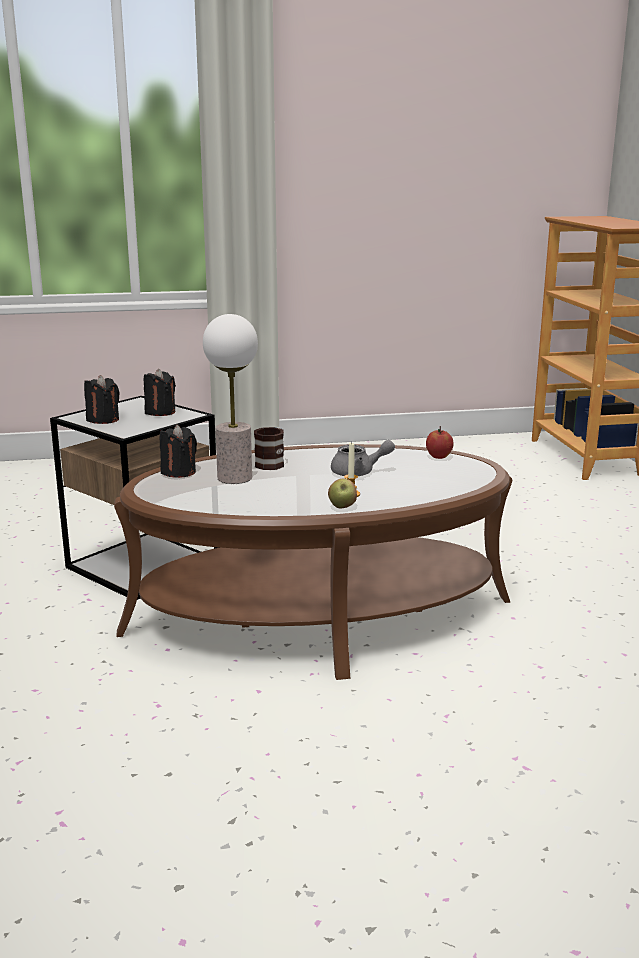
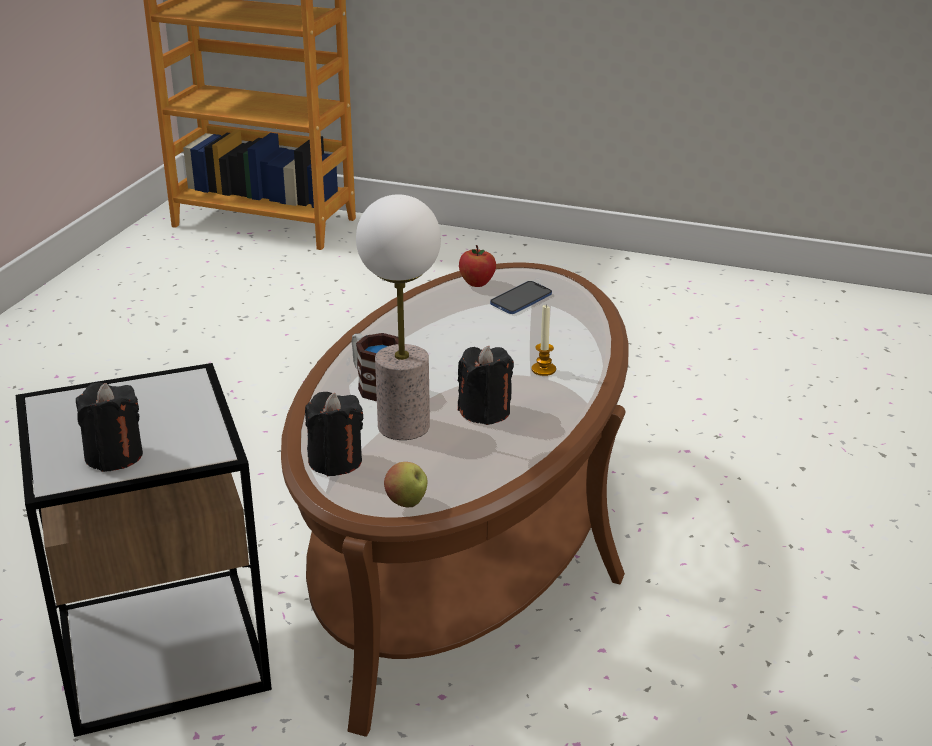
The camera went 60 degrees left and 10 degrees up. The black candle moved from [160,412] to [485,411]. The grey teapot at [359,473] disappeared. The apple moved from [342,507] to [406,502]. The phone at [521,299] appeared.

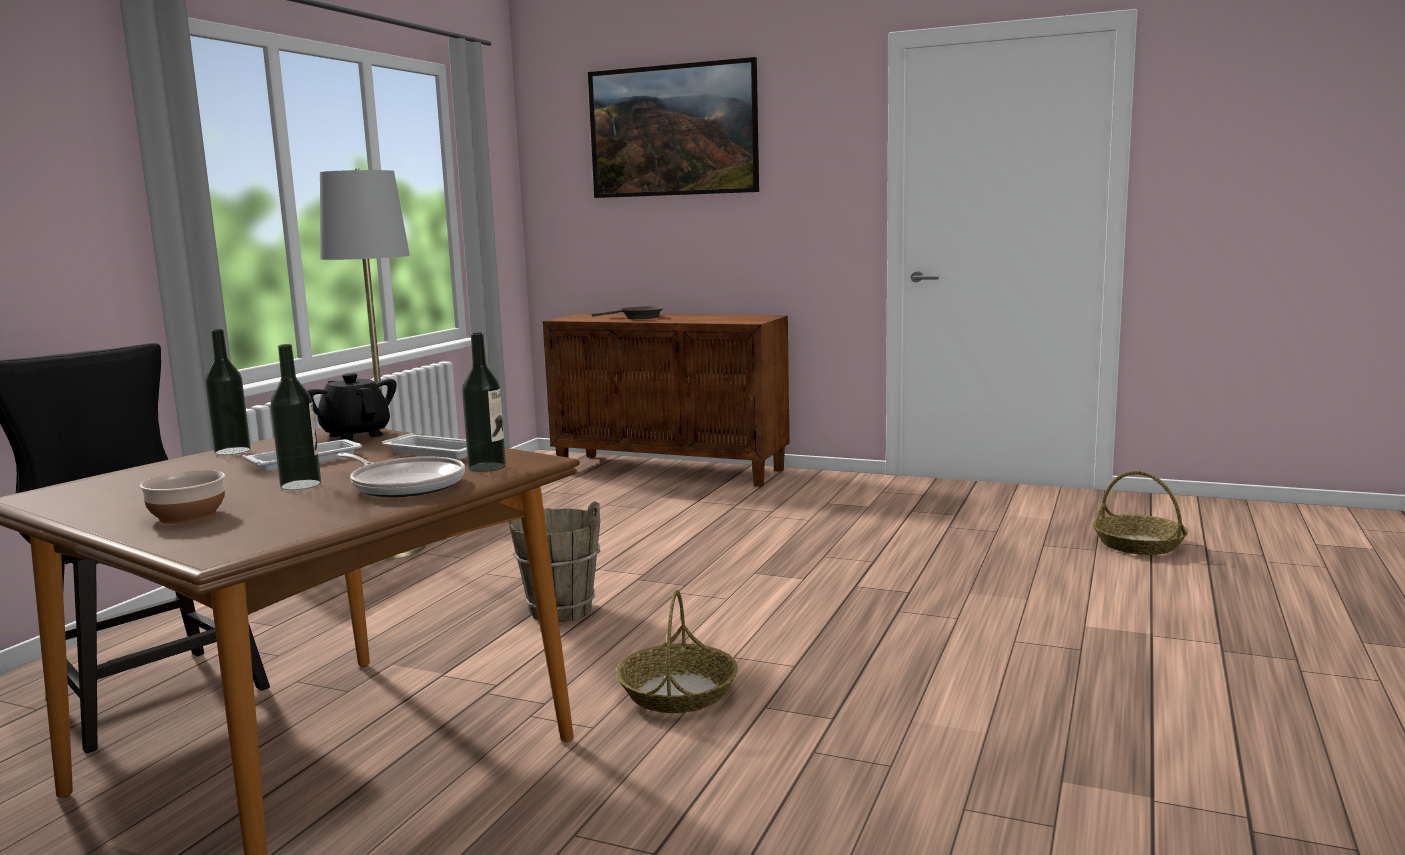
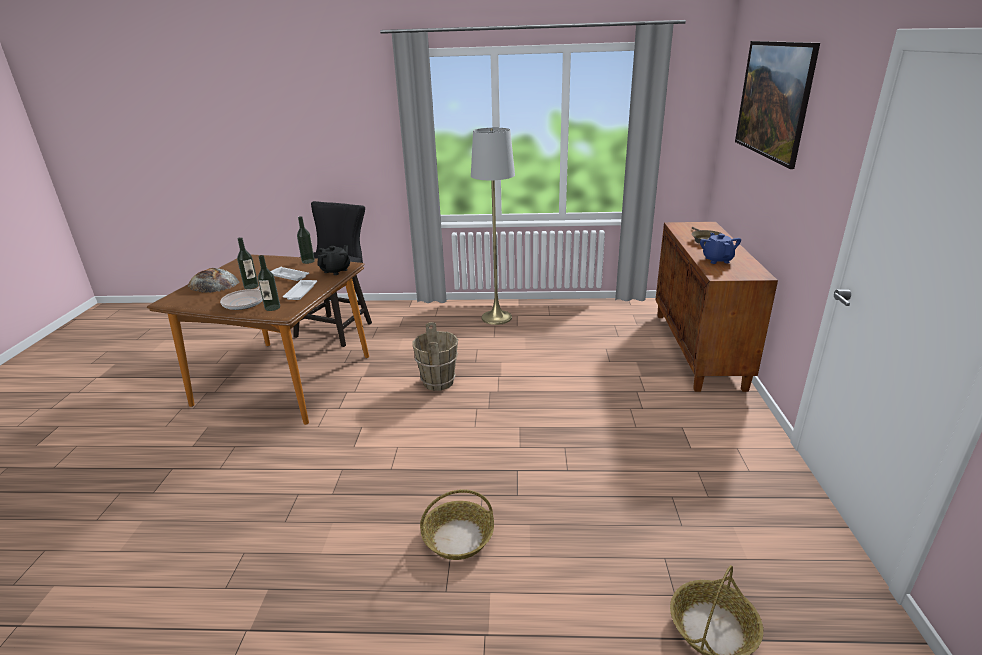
The camera went 70 degrees right and 15 degrees up. The bowl at [189,516] was replaced by the bread at [213,284]. The basket moved from [677,692] to [458,537]. The blue teapot at [717,260] appeared.

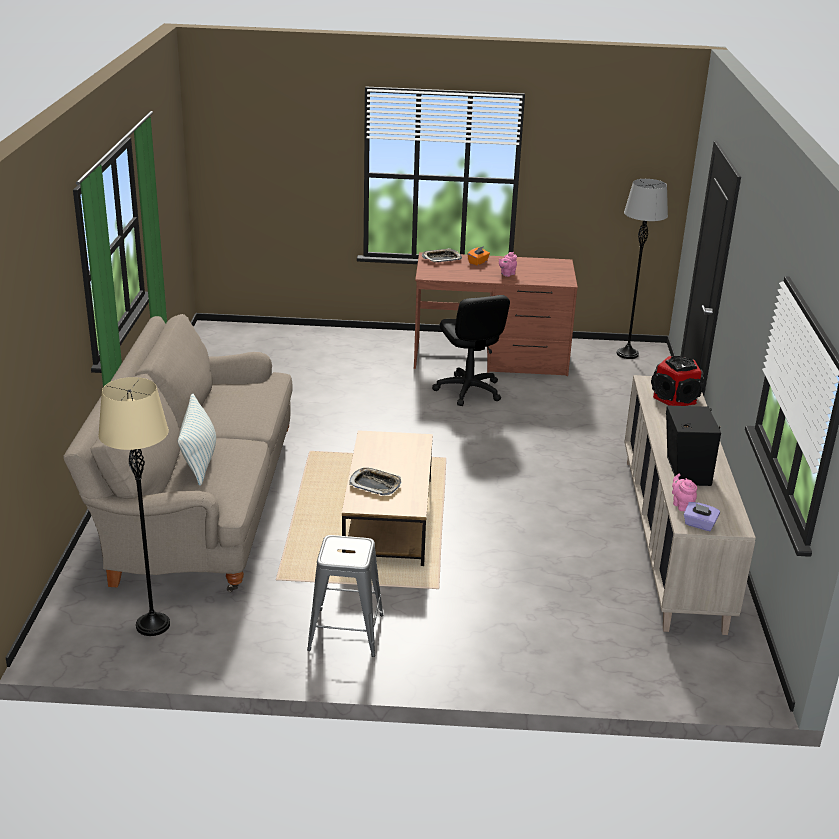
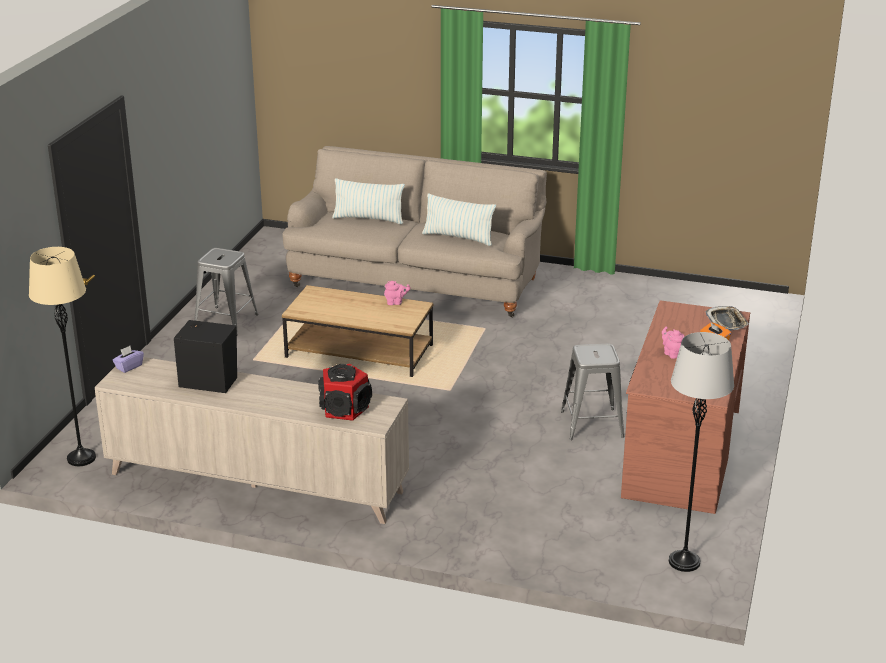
The camera went 105 degrees right and 0 degrees up. The black office chair at [468,390] was replaced by the grey stool at [592,424]. The beige floor lamp moved from [153,625] to [81,458]. The tray at [375,485] disappeared. The pink teapot moved from [682,505] to [396,302]. The pillow at [458,237] appeared.

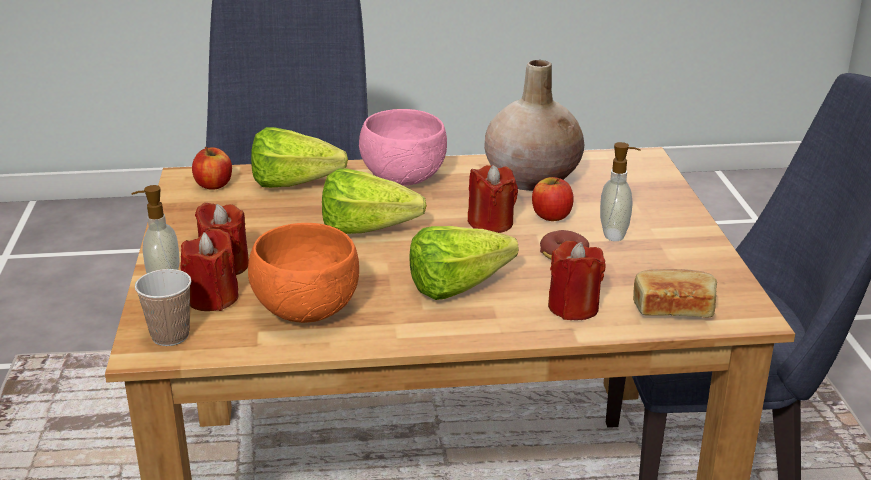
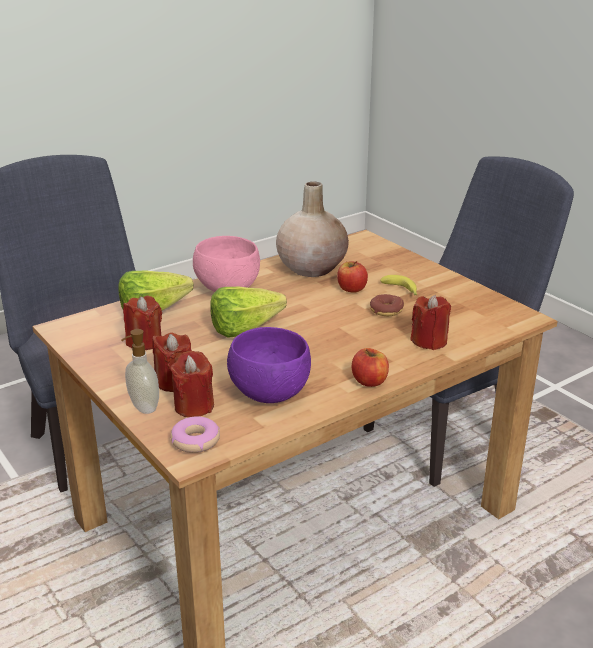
The camera went 30 degrees left and 0 degrees up. The soap dispenser at [615,234] was replaced by the banana at [401,290]. The apple moved from [213,185] to [369,381]. The red candle moved from [491,223] to [144,342]. The orange bowl at [306,312] became the purple bowl at [270,394]. The lettuce at [466,286] disappeared. The cup at [170,336] was replaced by the donut at [195,441]. The bread at [673,308] disappeared.

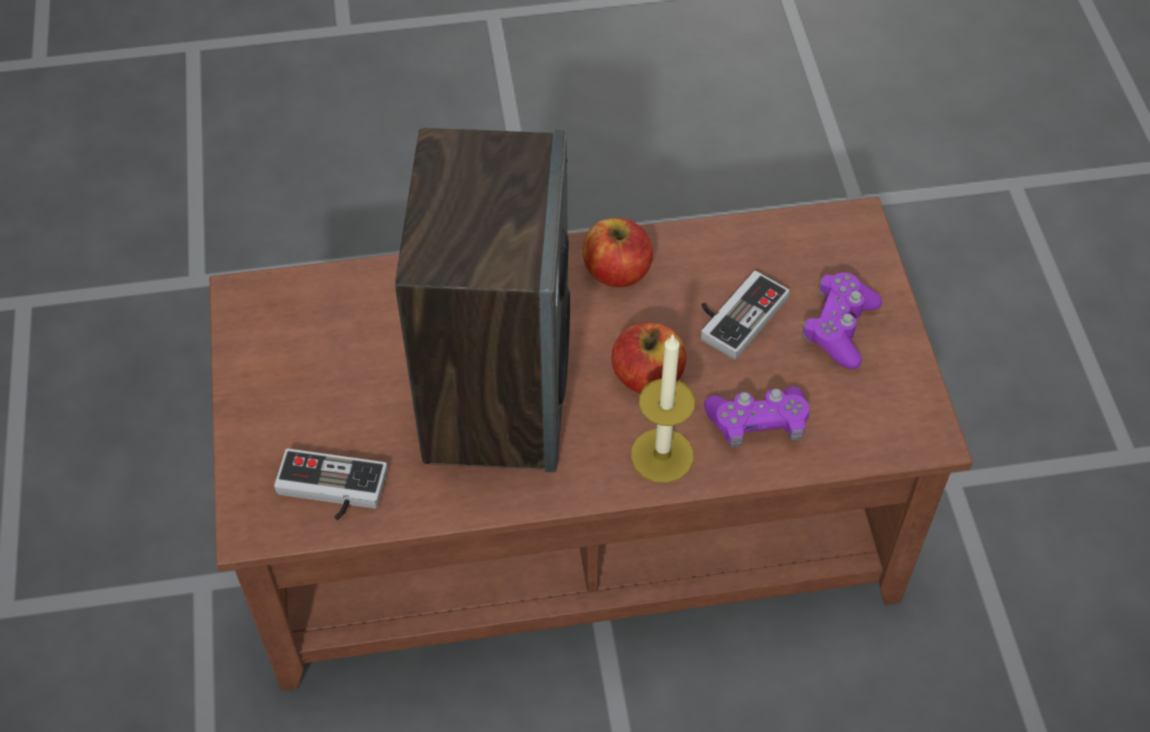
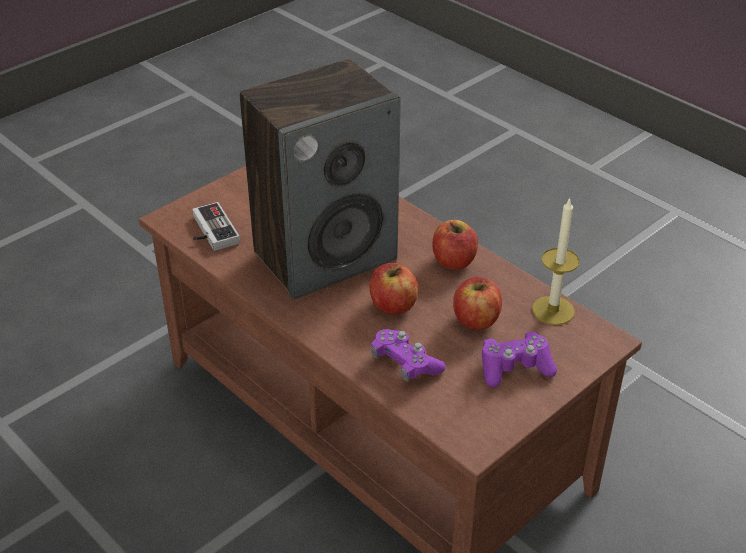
The camera went 55 degrees right and 15 degrees down. The game controller at [735,314] was replaced by the apple at [476,320]. The candle moved from [662,455] to [553,310].

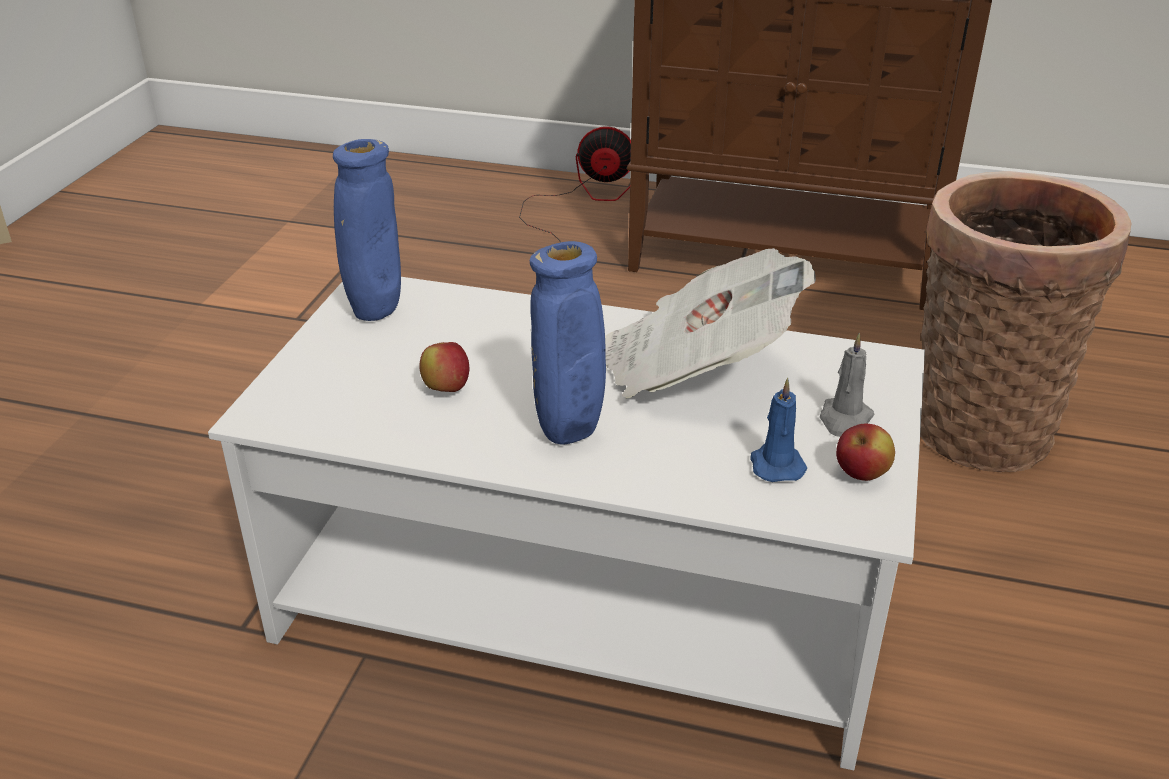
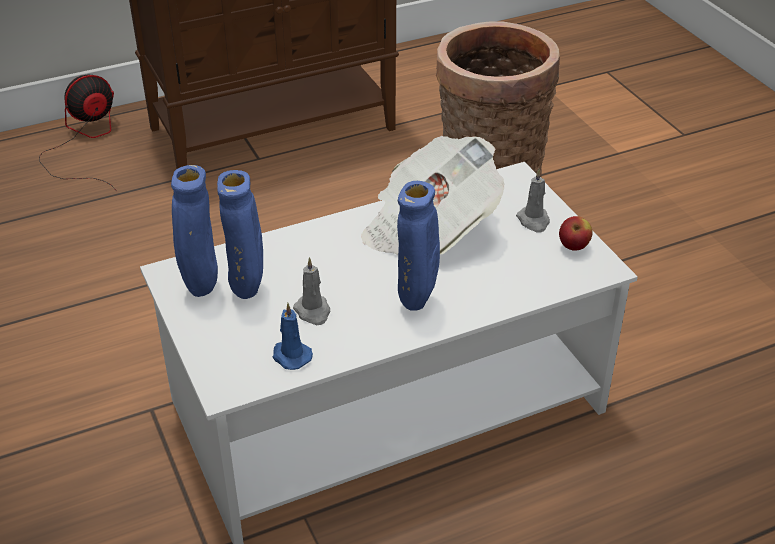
The camera went 40 degrees left and 5 degrees up. The apple at [446,388] was replaced by the grey candle at [313,312]. The blue candle moved from [776,464] to [290,356]. The blue vase at [248,290] appeared.

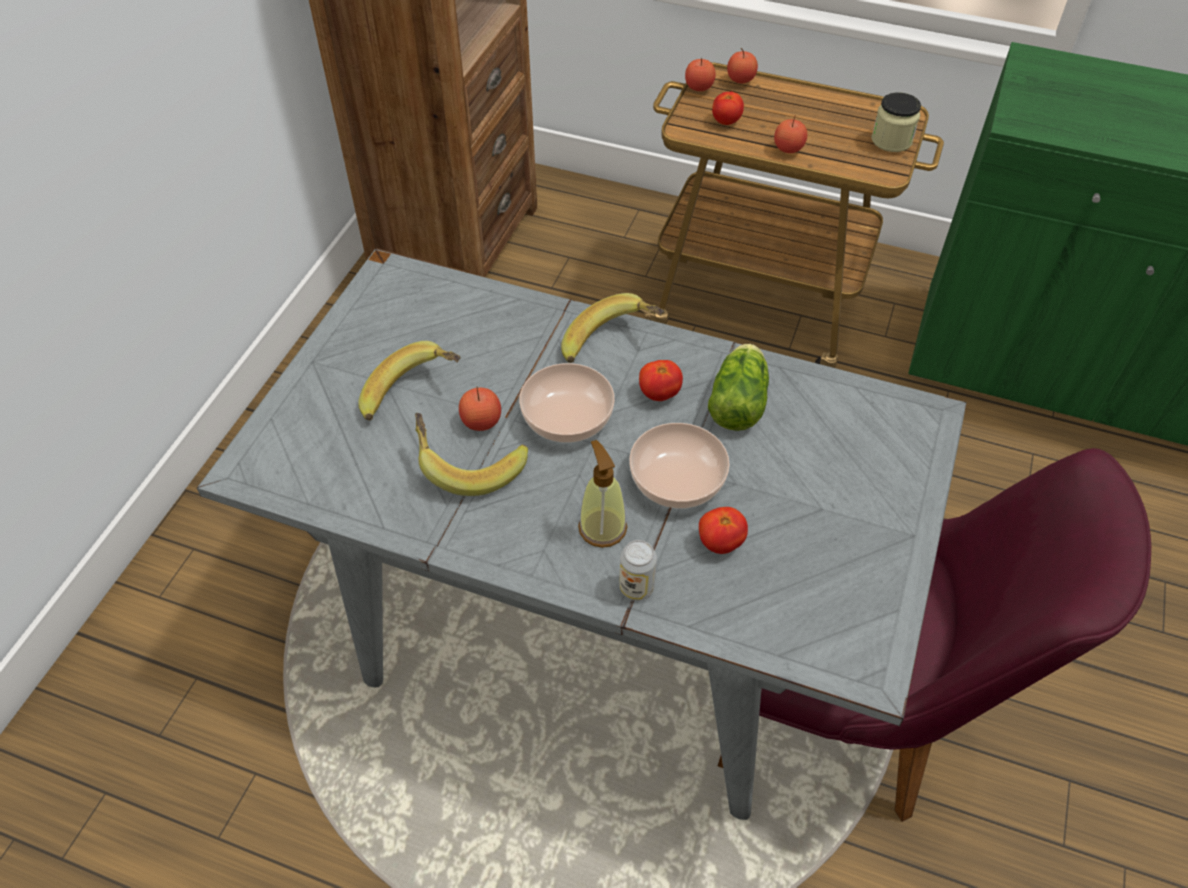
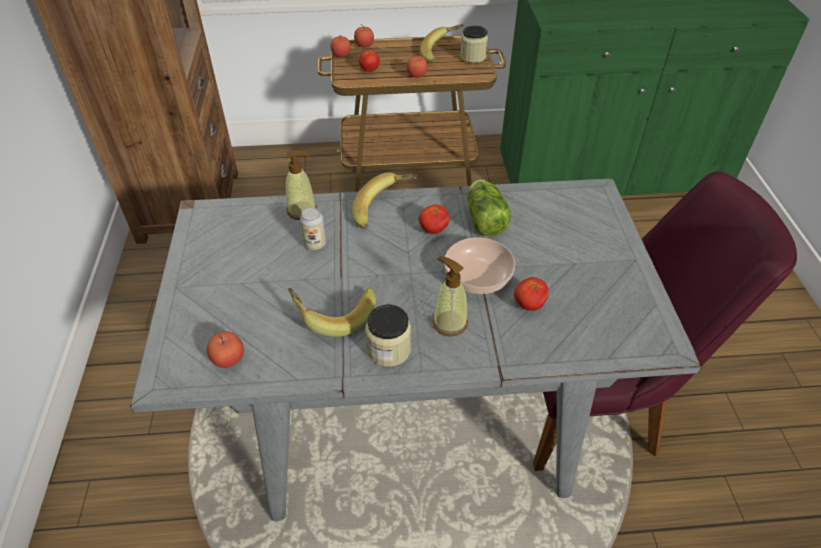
The camera went 25 degrees left and 5 degrees down. The banana moved from [414,397] to [442,54]. The bowl at [566,417] disappeared. The apple moved from [481,421] to [228,359]. The can moved from [636,587] to [315,244]. The soap dispenser at [302,210] appeared. The jar at [389,349] appeared.

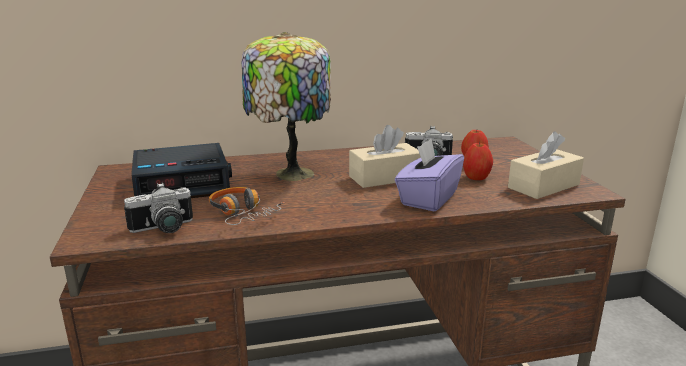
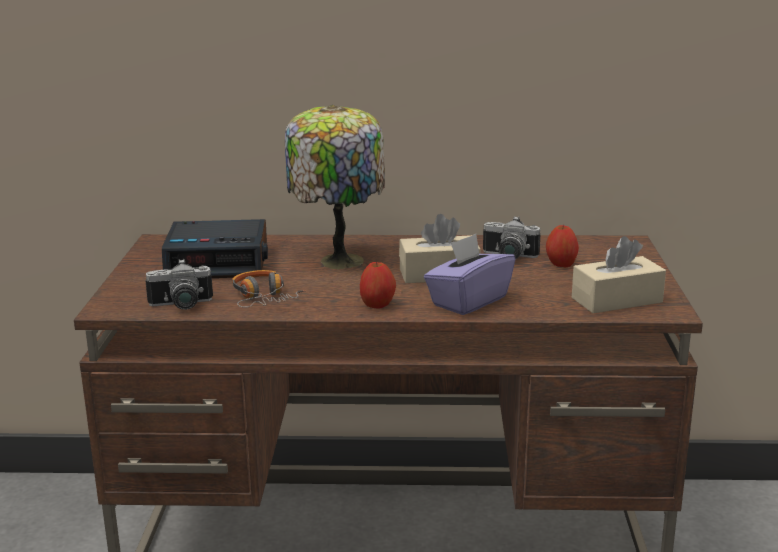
The camera went 15 degrees right and 0 degrees up. The apple moved from [476,177] to [377,305].

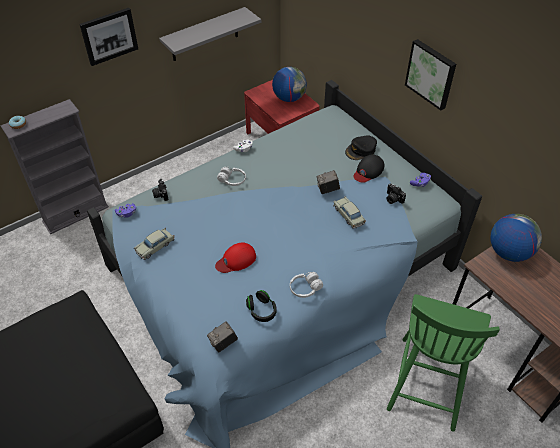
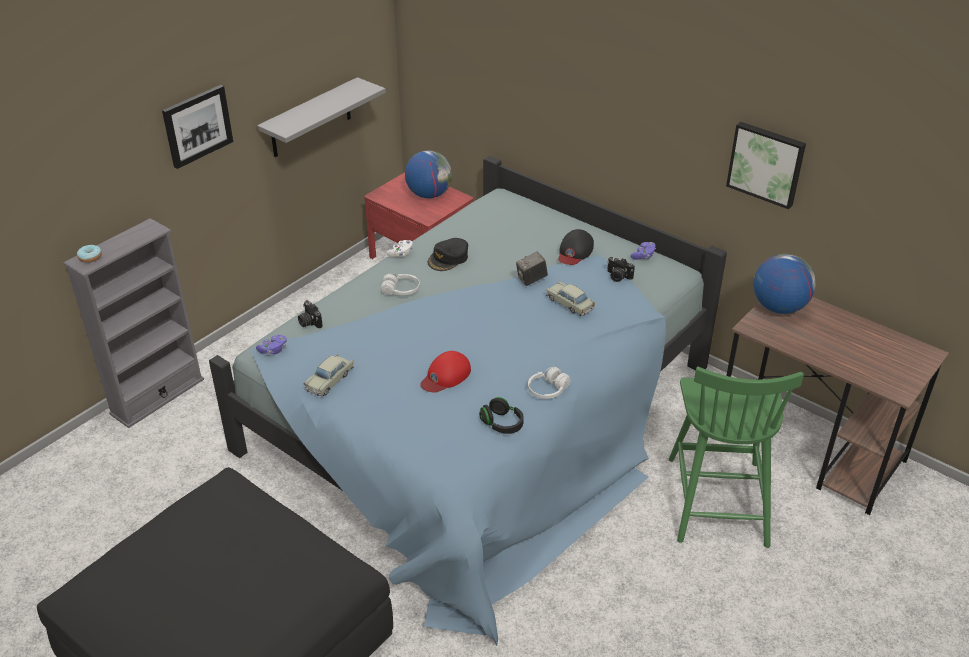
The camera went 15 degrees left and 10 degrees down. The picture moved from [431,74] to [766,163]. The black cap moved from [361,150] to [448,258]. The photo camera at [223,343] disappeared.

